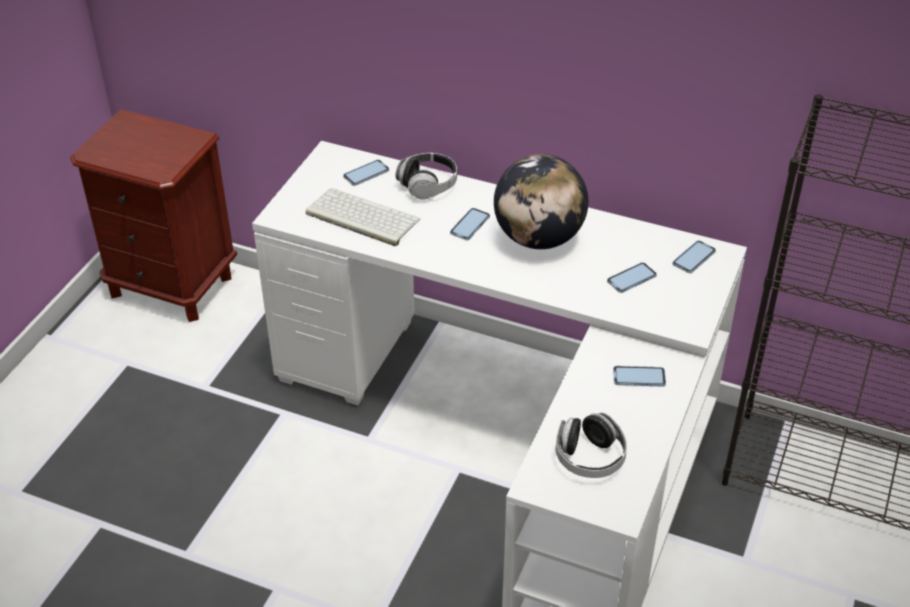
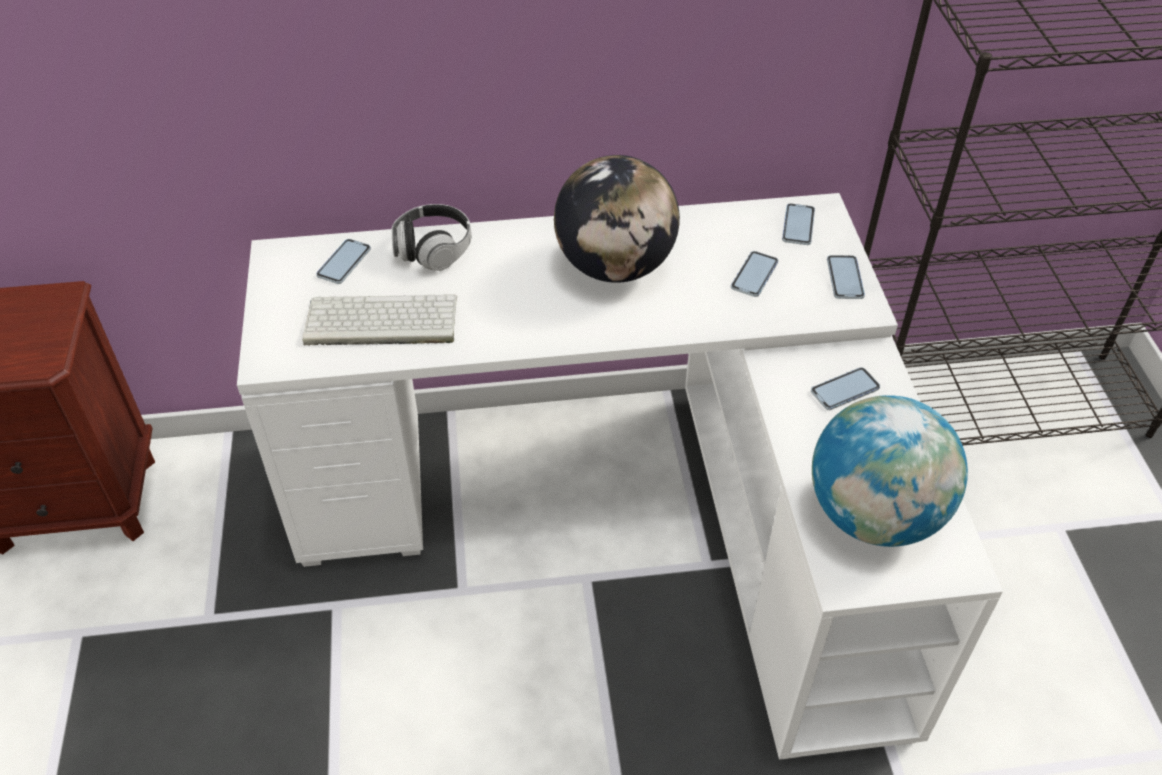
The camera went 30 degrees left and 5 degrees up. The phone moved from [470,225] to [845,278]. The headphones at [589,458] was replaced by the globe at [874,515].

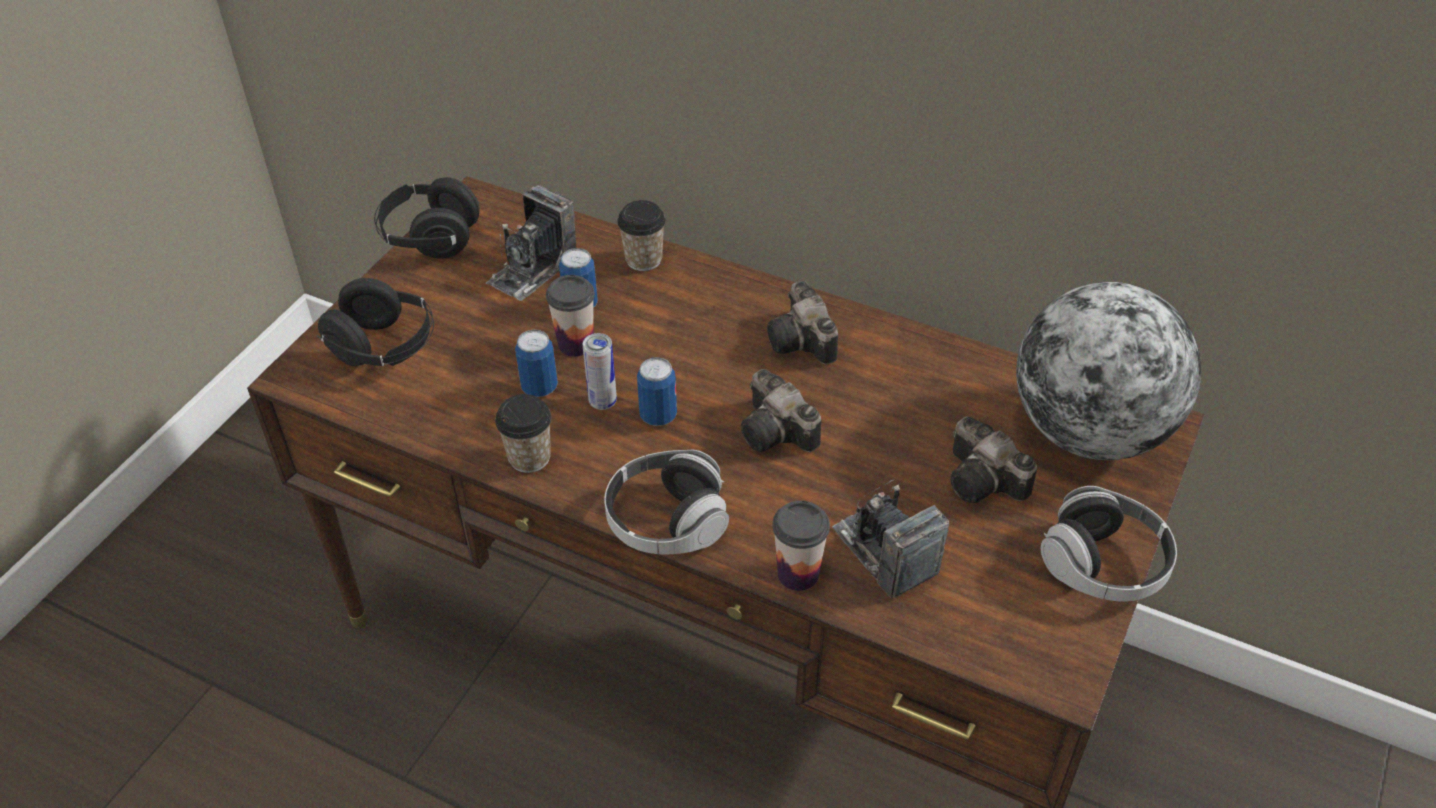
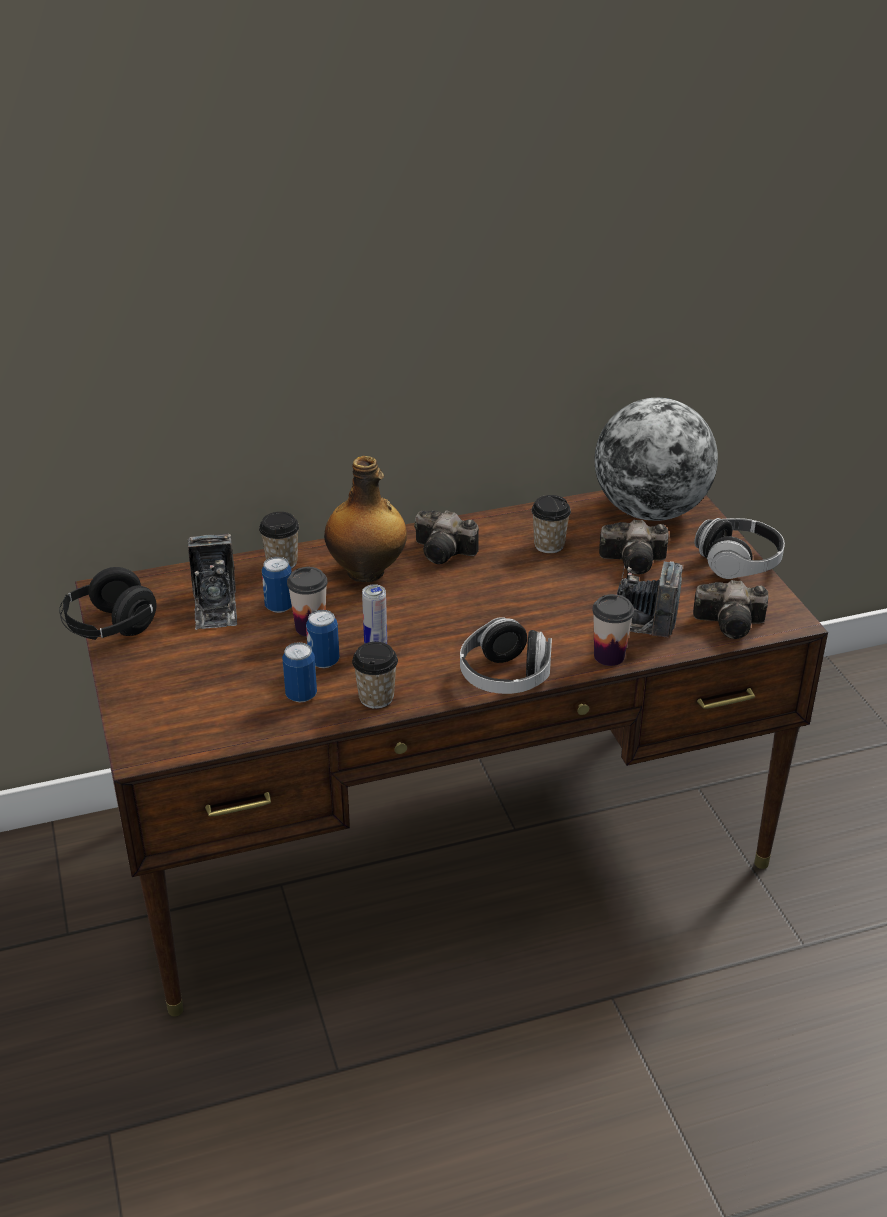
The camera went 45 degrees left and 10 degrees down. The black headphones at [384,348] disappeared. The can moved from [658,416] to [301,695]. The photo camera moved from [779,433] to [733,624]. The bottle at [367,572] appeared. The cup at [549,545] appeared.

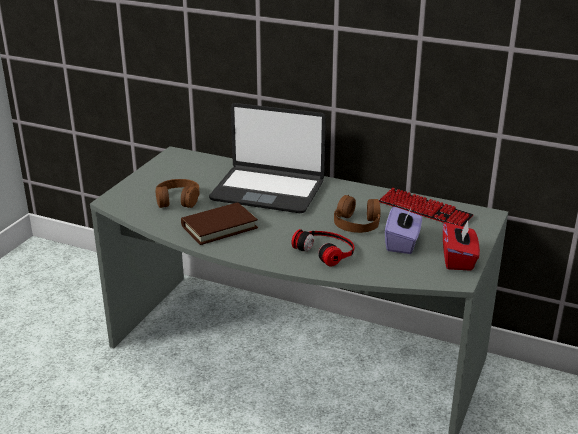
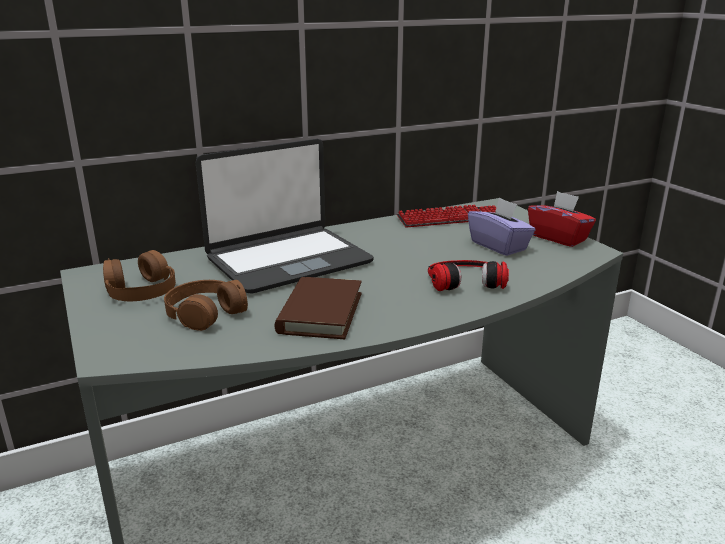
The camera went 50 degrees left and 5 degrees down. The brown headphones moved from [357,223] to [141,289].

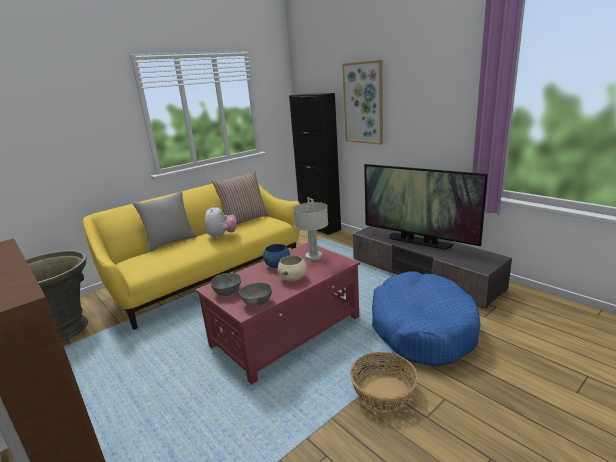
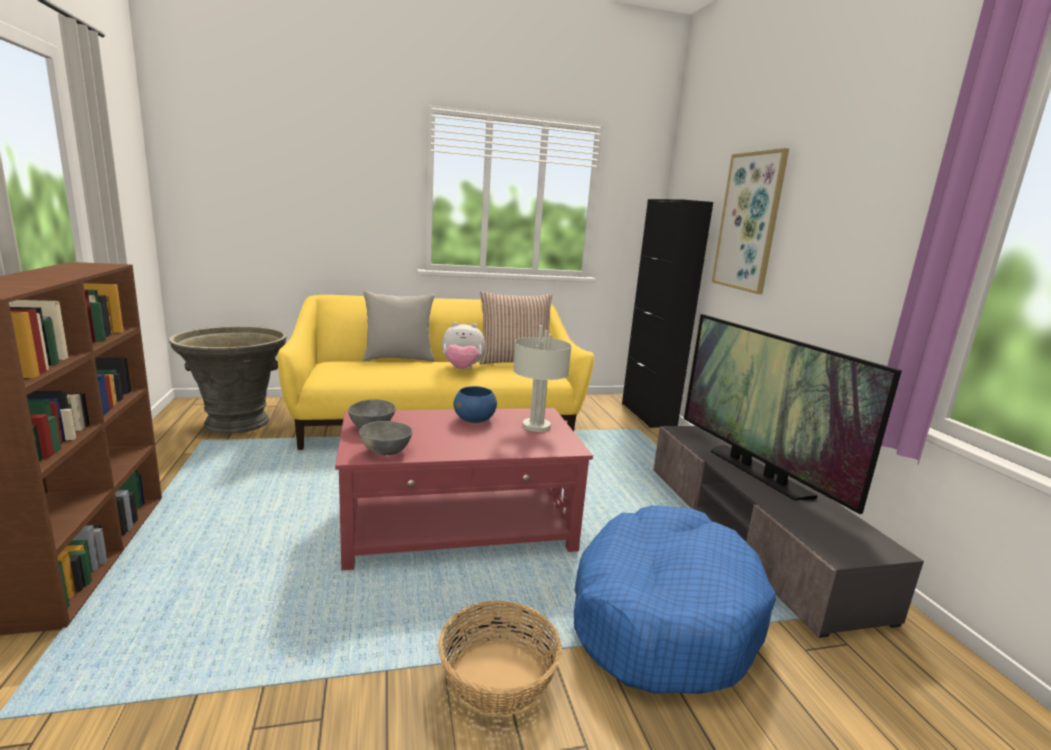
The camera went 25 degrees right and 5 degrees down. The plush toy at [222,236] turned 60 degrees clockwise. The beige bowl at [293,278] disappeared.

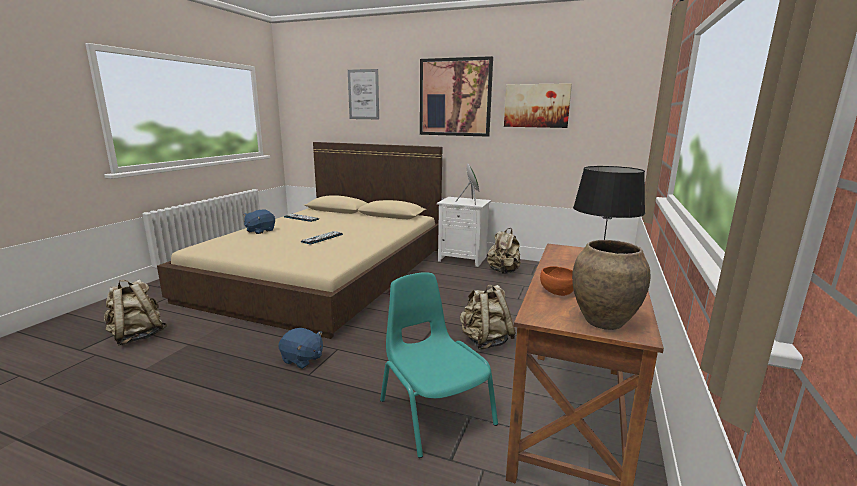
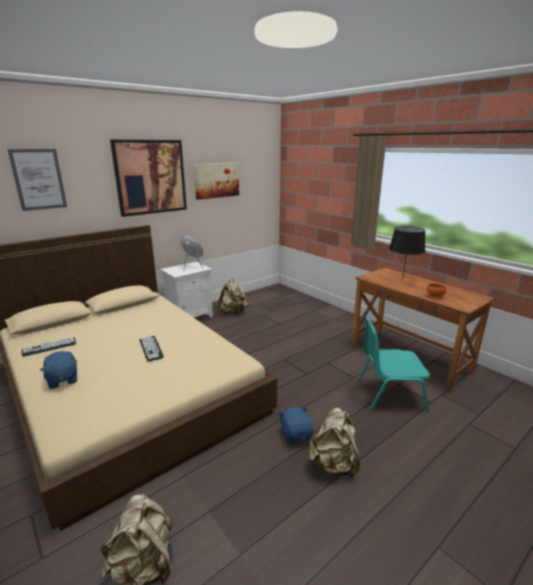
The camera went 60 degrees left and 5 degrees up. The brown vase at [603,322] disappeared. The beige backpack moved from [485,341] to [333,464]. The blue plush toy at [302,359] turned 75 degrees counterclockwise.

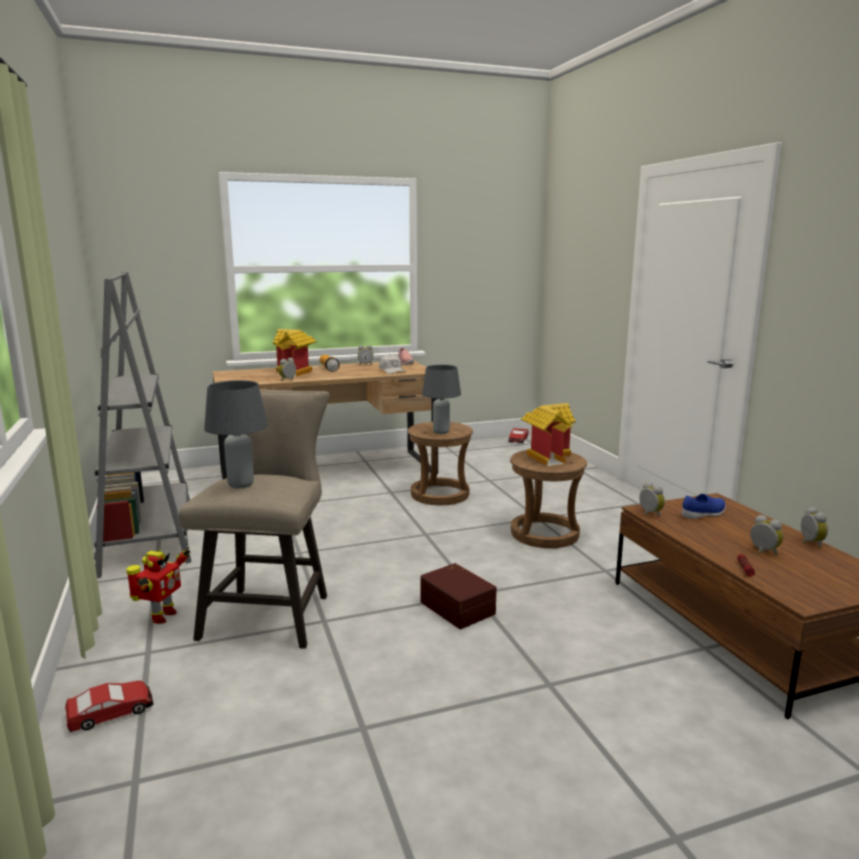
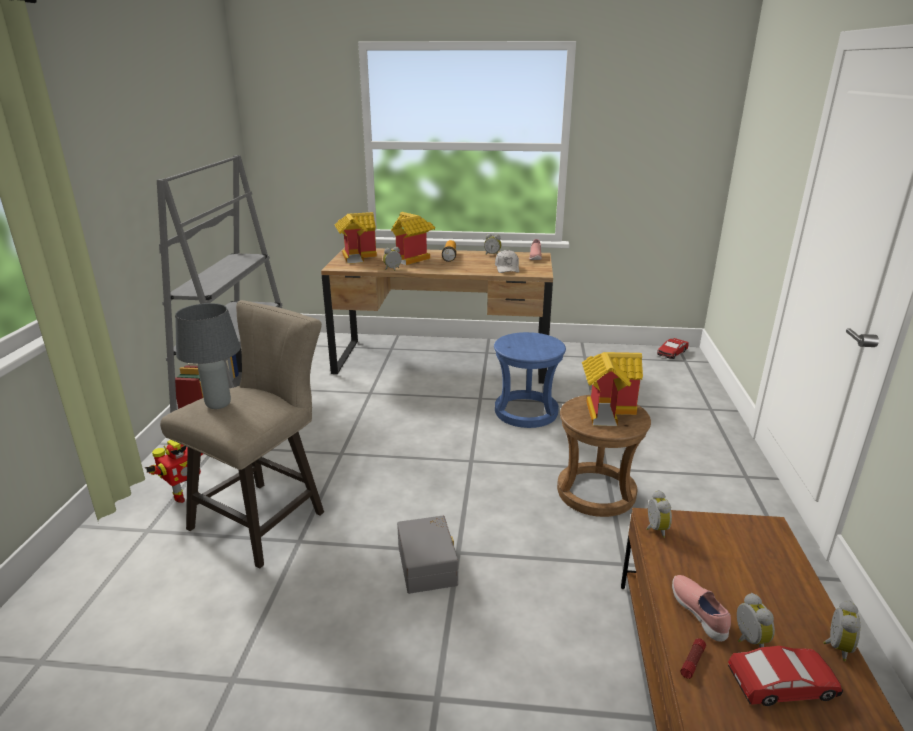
The camera went 25 degrees right and 10 degrees up. The grey table lamp at [441,432] disappeared. The brown stool at [440,494] became the blue stool at [526,411]. The blue shoe at [703,514] disappeared. The brown storage box at [458,607] became the grey storage box at [429,564]. The toy car moved from [111,712] to [783,684]. The toy house at [357,256] appeared. The pink shoe at [699,613] appeared.

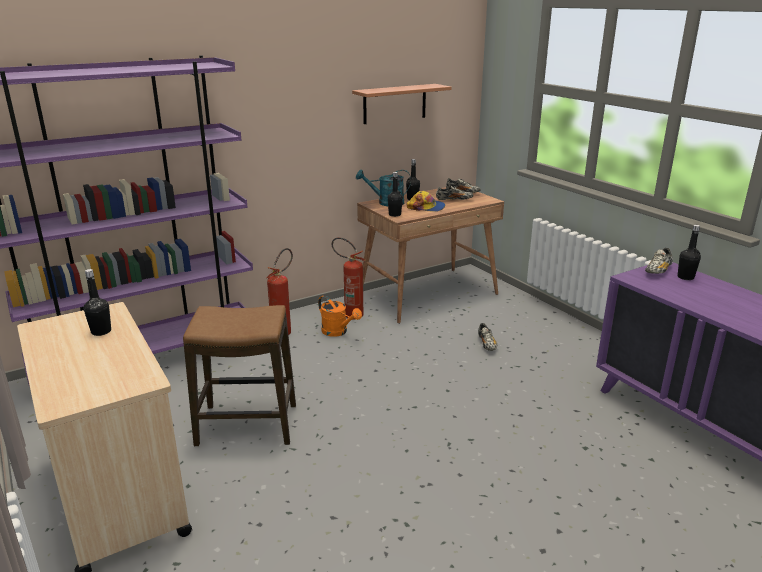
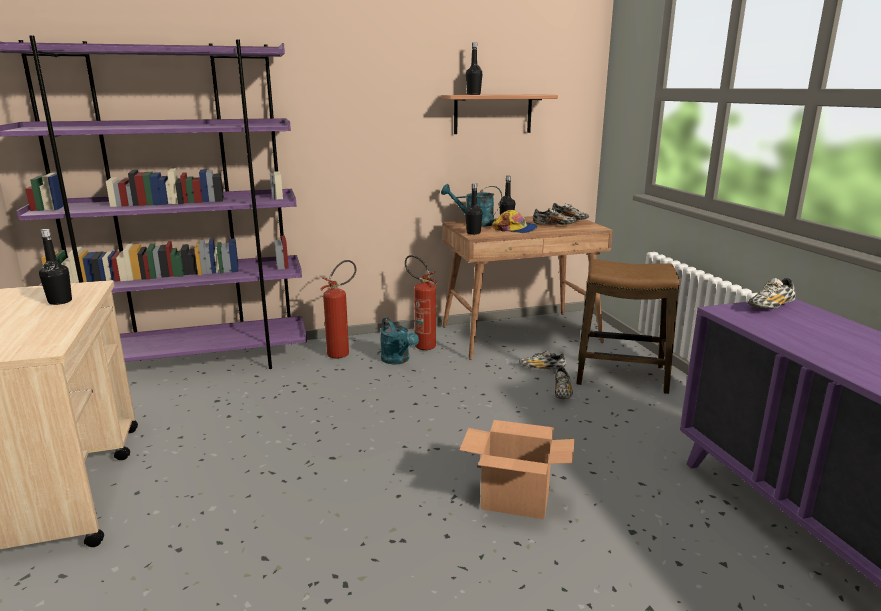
The camera went 15 degrees right and 5 degrees down. The black bottle moved from [685,277] to [473,94]. The orange watering can at [338,332] became the turquoise watering can at [398,360]. The stool moved from [247,425] to [620,376]. The shoe at [542,368] appeared. The cardboard box at [514,500] appeared.

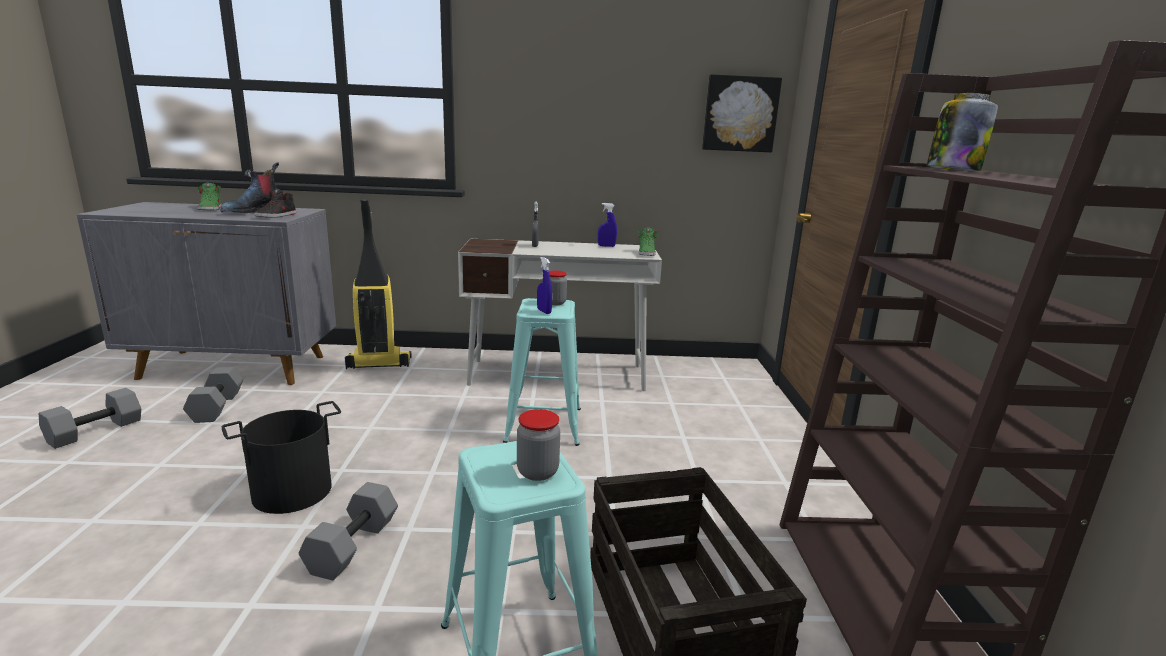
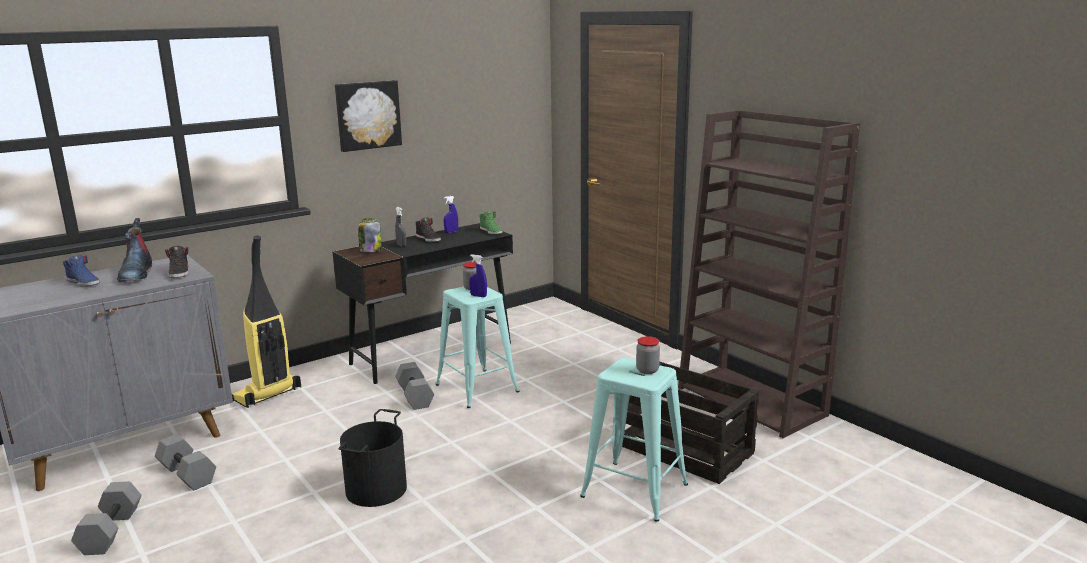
The camera went 35 degrees left and 0 degrees up. The picture moved from [740,114] to [367,115]. The jar moved from [952,170] to [370,250]. The green shoe at [211,209] became the blue shoe at [83,282]. The white desk at [558,375] became the black desk at [432,353]. The grey dumbbell moved from [352,545] to [414,396]. The black shoe at [428,239] appeared.

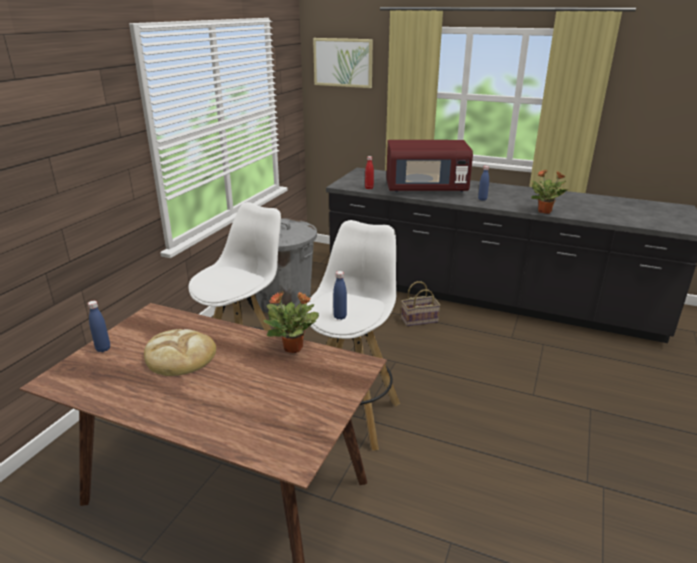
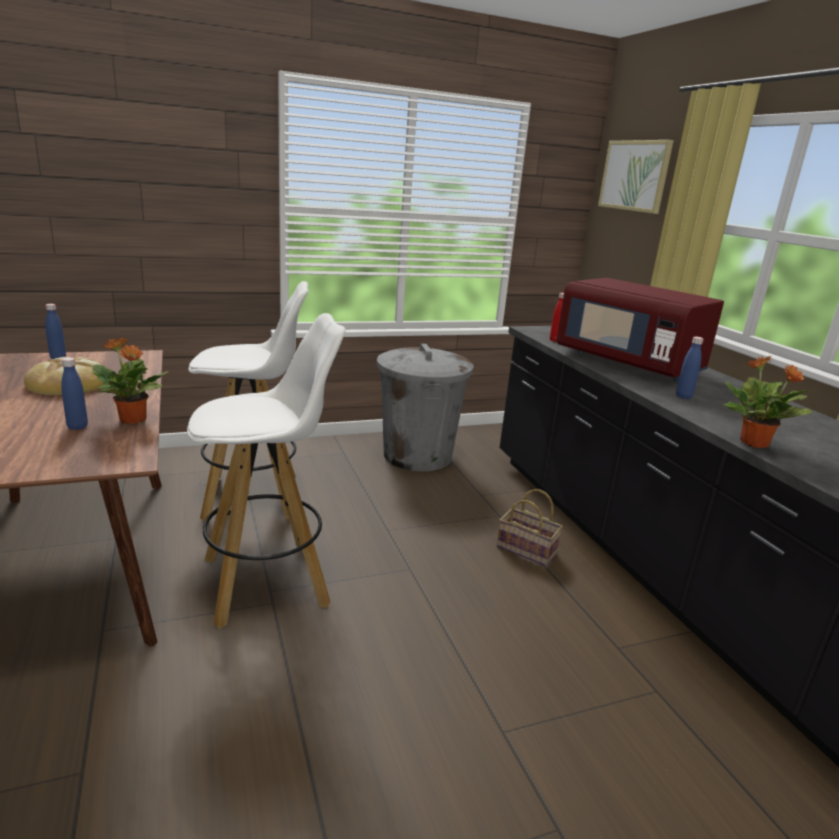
The camera went 45 degrees right and 5 degrees down. The blue bottle moved from [340,317] to [77,427].

